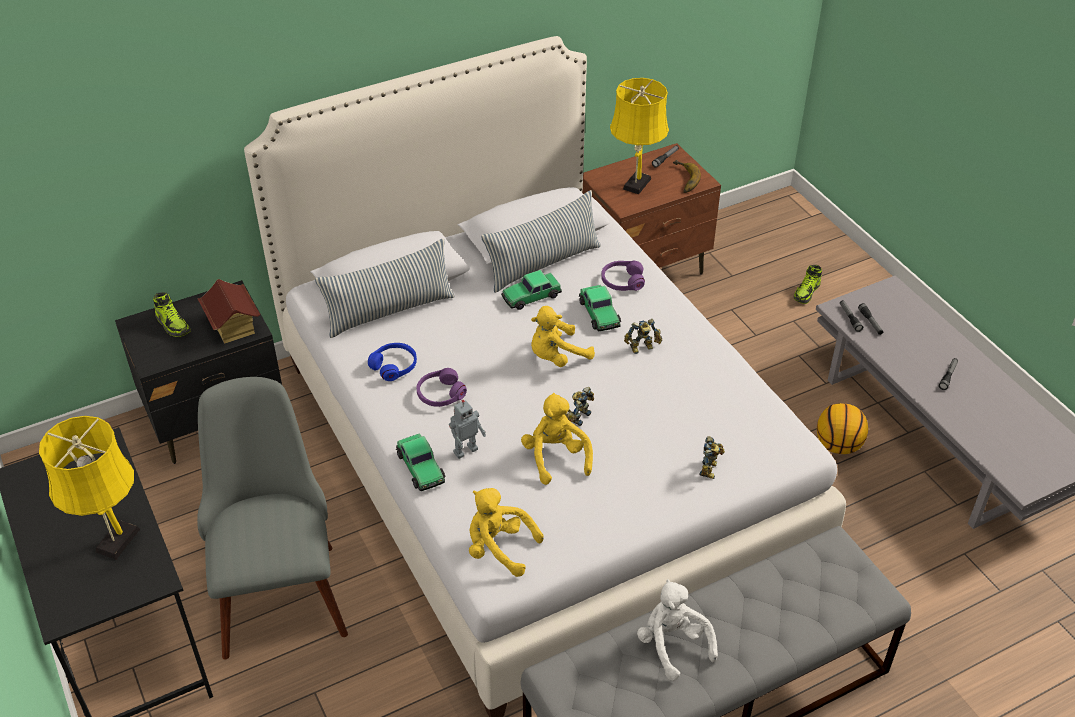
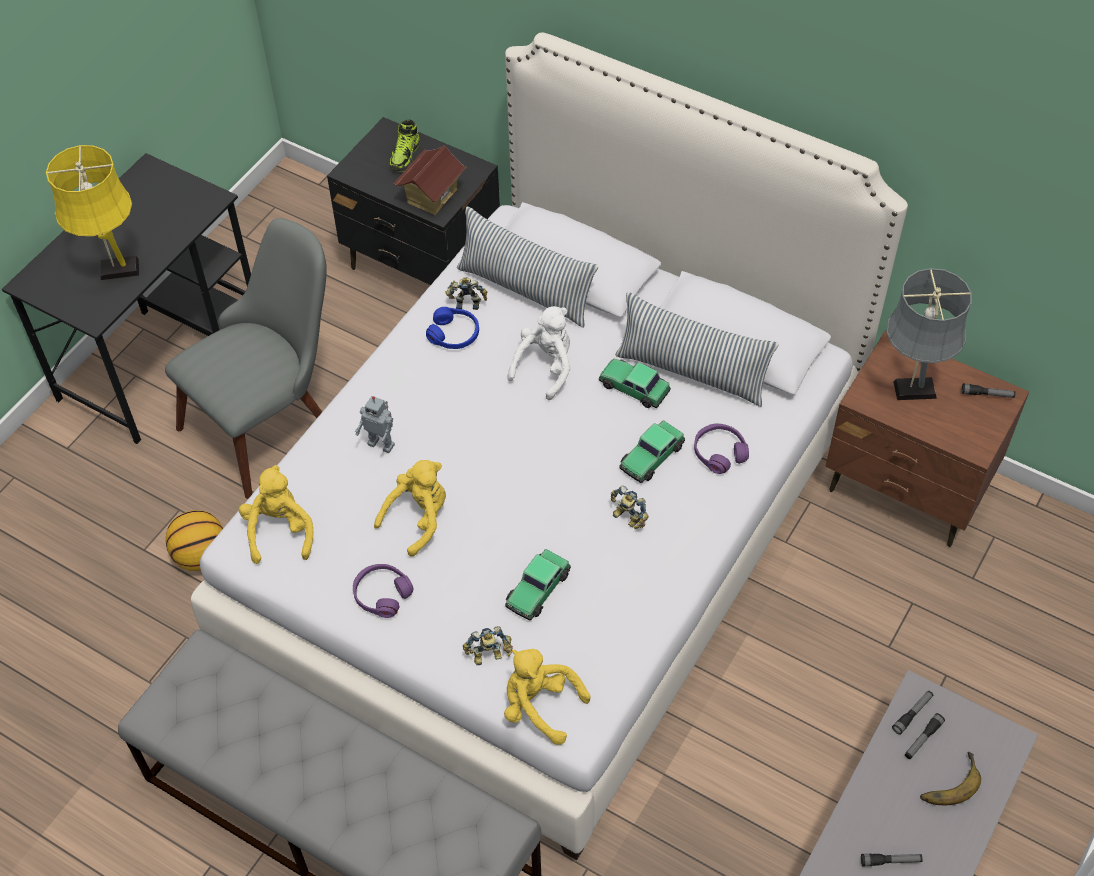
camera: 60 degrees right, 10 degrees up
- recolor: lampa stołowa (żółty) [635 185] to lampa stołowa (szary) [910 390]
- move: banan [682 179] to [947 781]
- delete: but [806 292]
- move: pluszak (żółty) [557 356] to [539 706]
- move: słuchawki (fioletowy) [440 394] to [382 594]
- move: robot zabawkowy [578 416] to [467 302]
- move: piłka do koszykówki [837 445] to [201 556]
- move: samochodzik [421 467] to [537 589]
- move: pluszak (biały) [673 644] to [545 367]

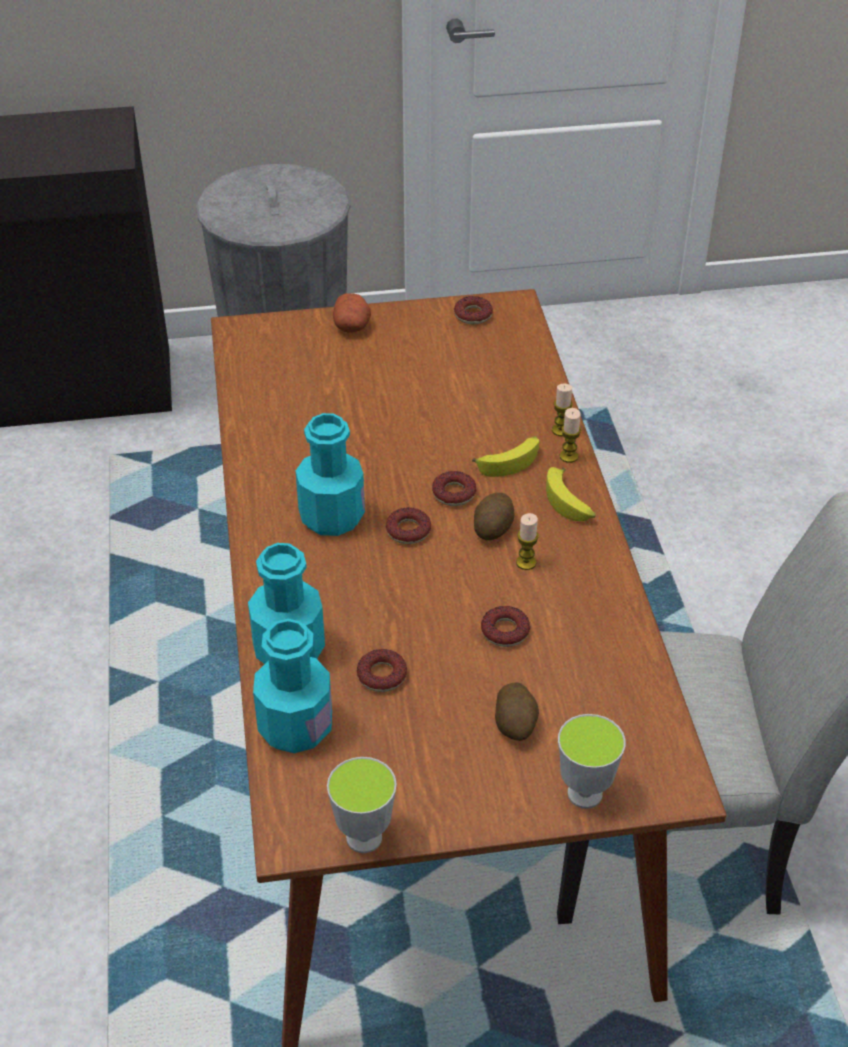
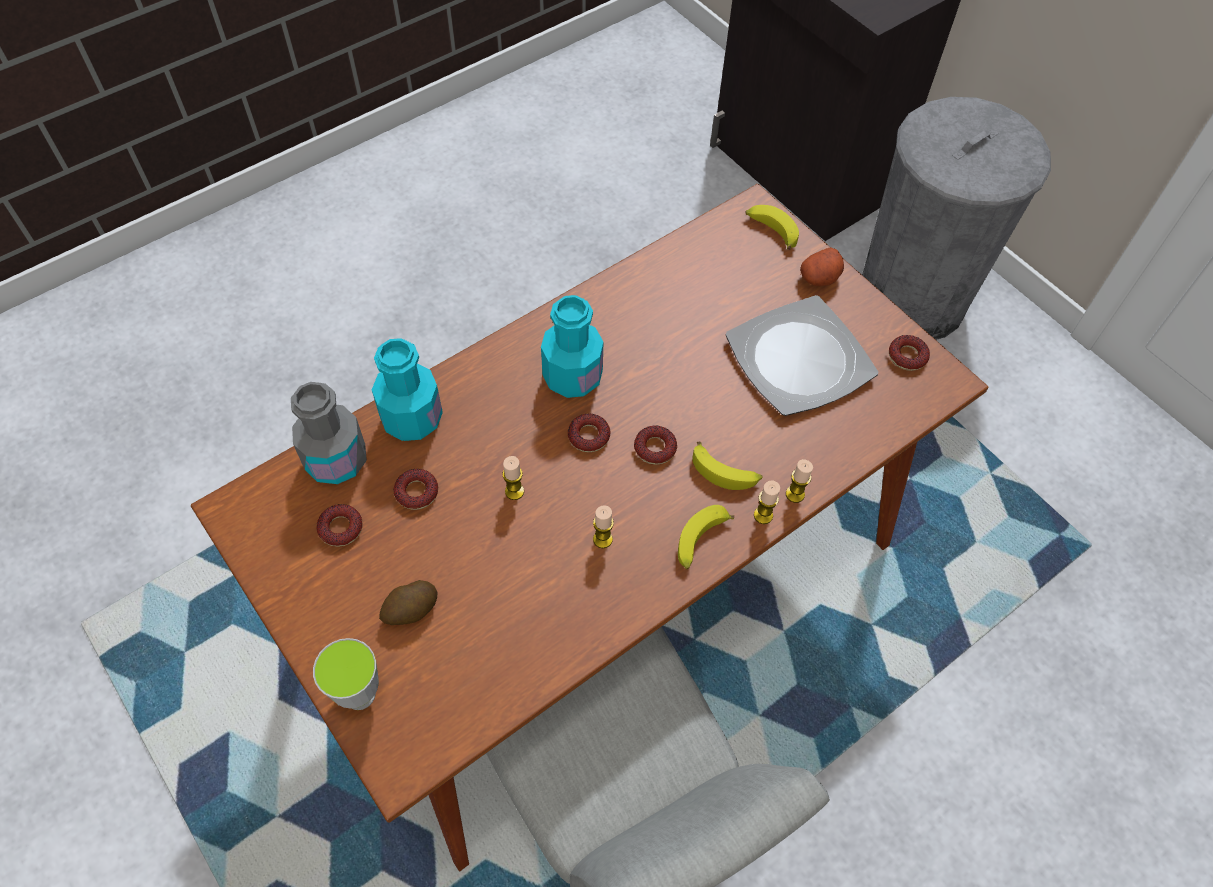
camera: 60 degrees right, 15 degrees up
- delete: ziemniak [493 528]
- move: donut [505 631] to [341 528]
- recolor: butelka (turkusowy) [295 727] to butelka (szary) [336 460]
- delete: filiżanka [364 838]
- insert: banan [771 231]
- insert: talerz [800 360]
- insert: świeca [514 491]

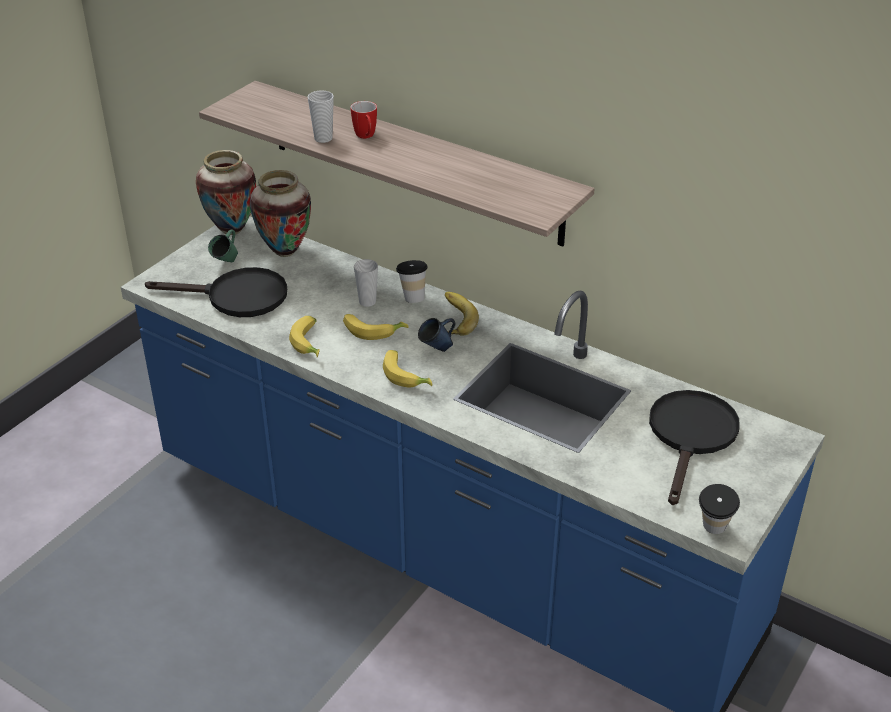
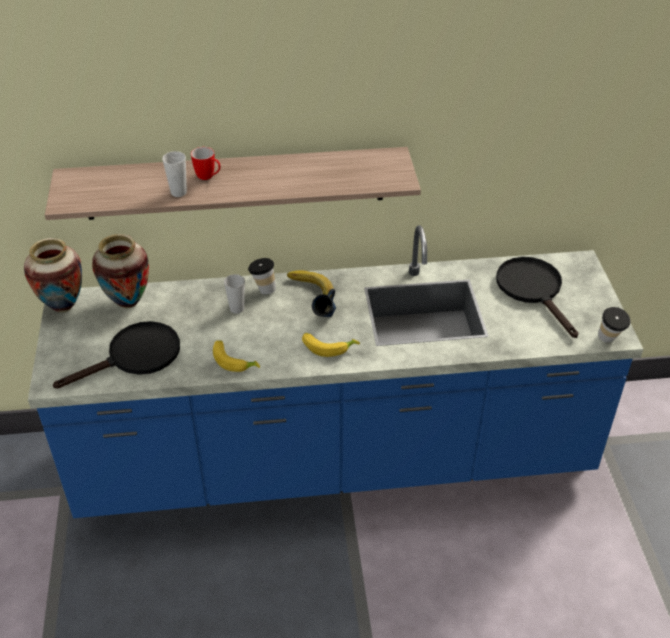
camera: 40 degrees left, 5 degrees up
- delete: kubek (zielony) [226 263]
- delete: banan [373 330]

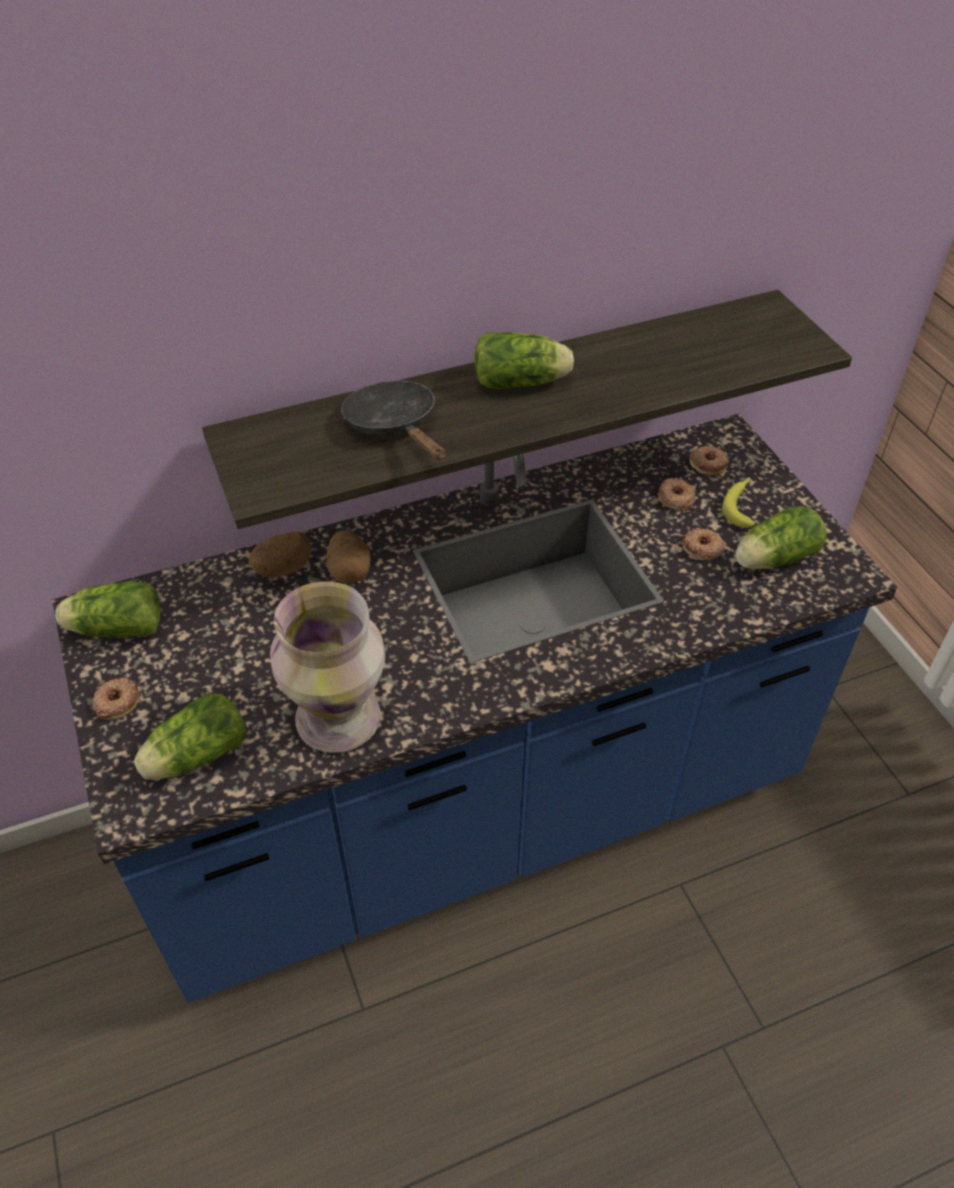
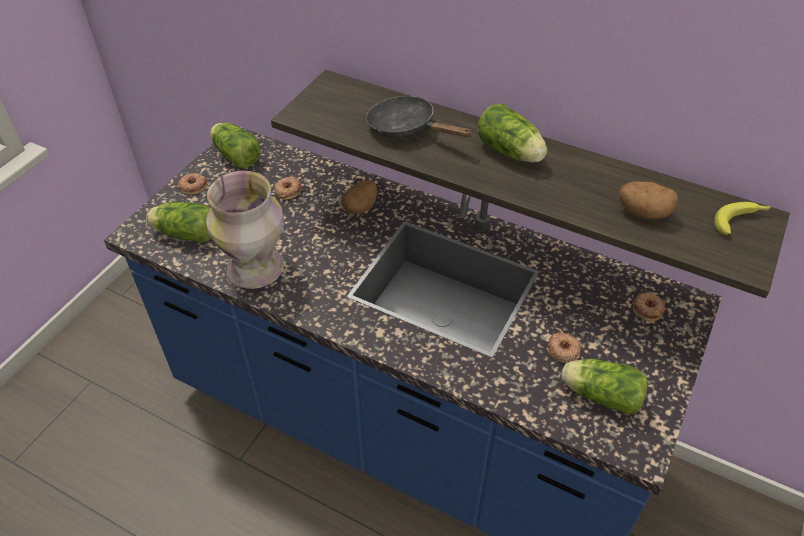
camera: 50 degrees right, 0 degrees up
- rotate: patelnia (czarny) [395 426] = [407 128] 75 degrees counterclockwise
- move: banan [741 505] to [740 221]
- move: donut [675 498] to [288 190]
- move: ziemniak [283 569] to [643 212]

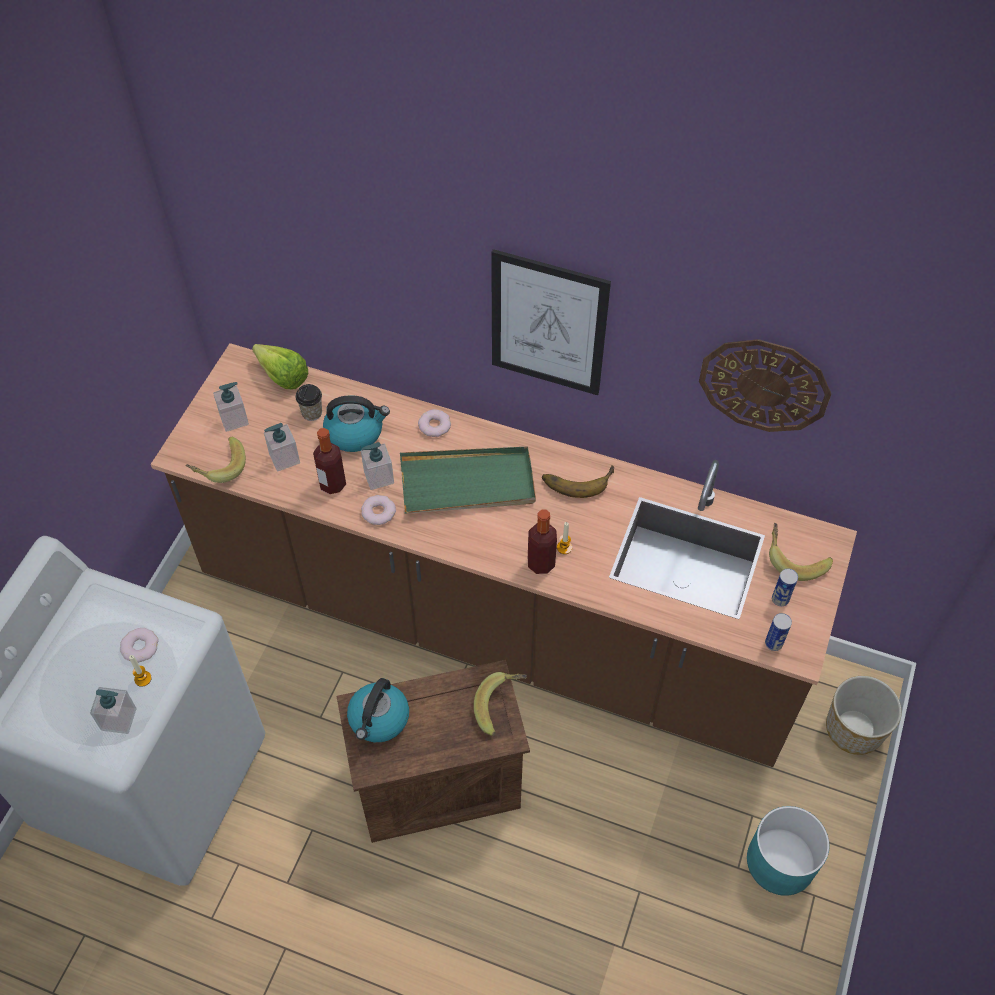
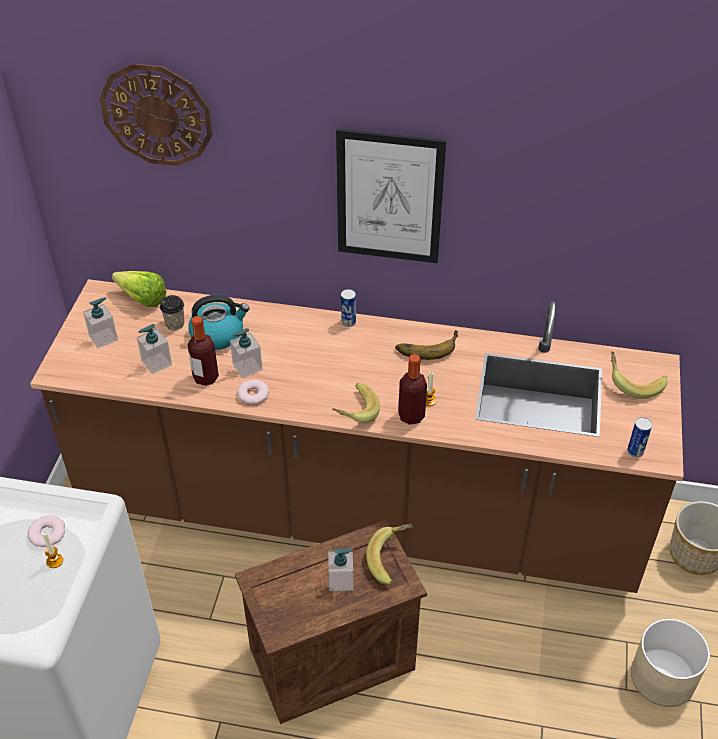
camera: 10 degrees left, 10 degrees down
- move: zegar ścienny [764 385] to [157 115]
- delete: donut [434 425]
- move: banan [218 467] to [353 412]
- delete: taca (zielony) [468 483]
- move: puszka [780 599] to [348 322]
- delete: czajnik [379 719]
- move: dozownik mydła [119 719] to [341 580]
- recolor: donica (turkusowy) [781 861] to donica (beżowy) [663 677]

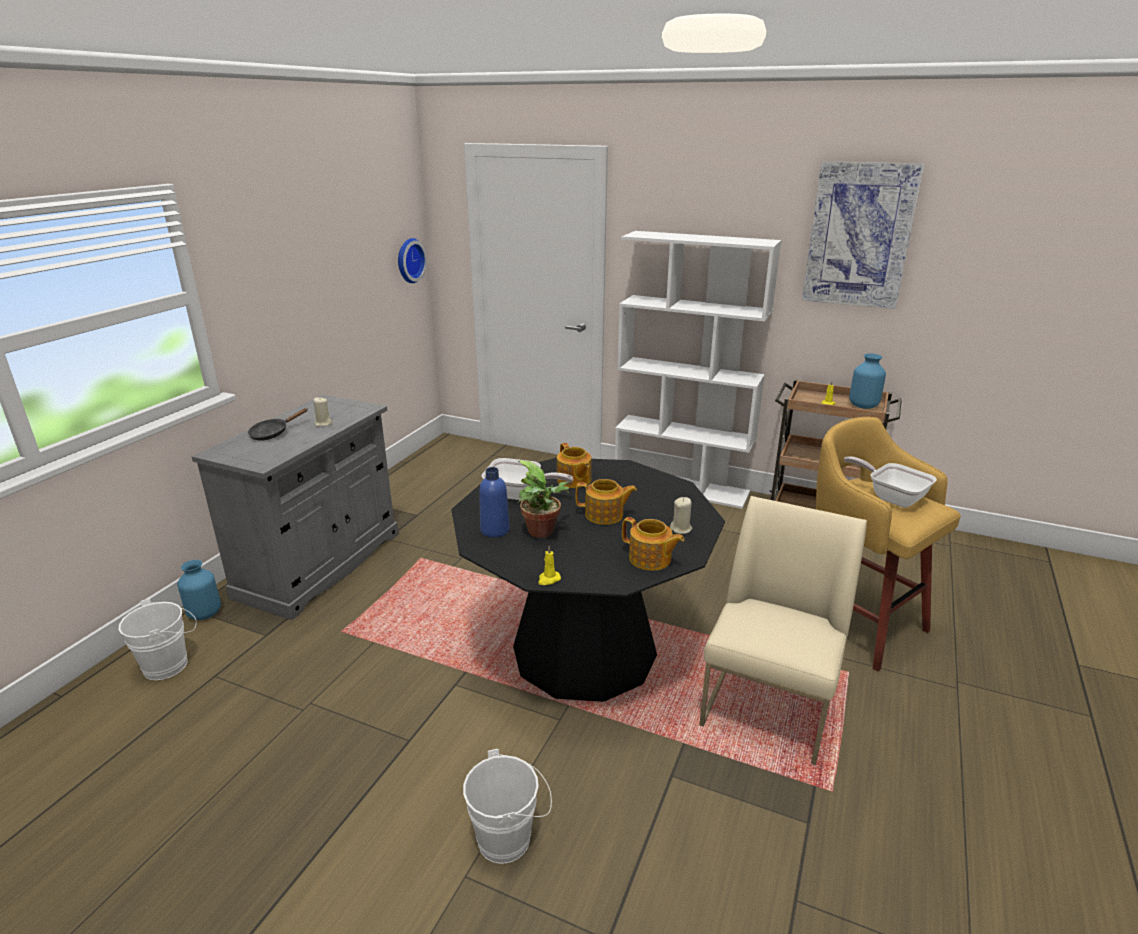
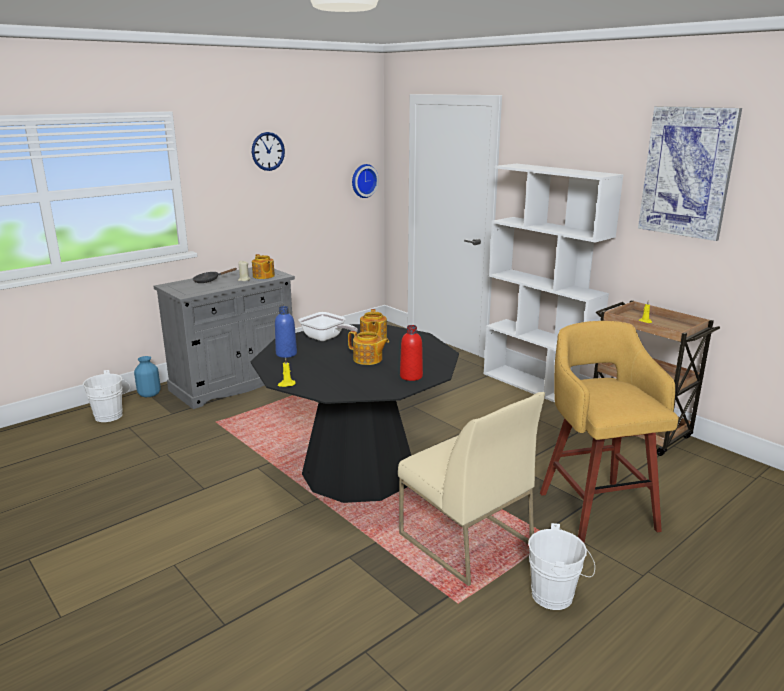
camera: 25 degrees right, 5 degrees down
- delete: wazon (niebieski) [864 406]
- delete: patelnia [891 497]
- delete: roślina doniczkowa [543 532]
- rotate: krzesło (beżowy) [770 705] = [464 539] 90 degrees clockwise
- replace: świeca (beżowy) [681 529] to butelka (czerwony) [411 376]
- move: imbryk [650 559] to [263 276]
- move: wiadro (biały) [510 838] to [557 596]
- insert: zegar ścienny [268 151]

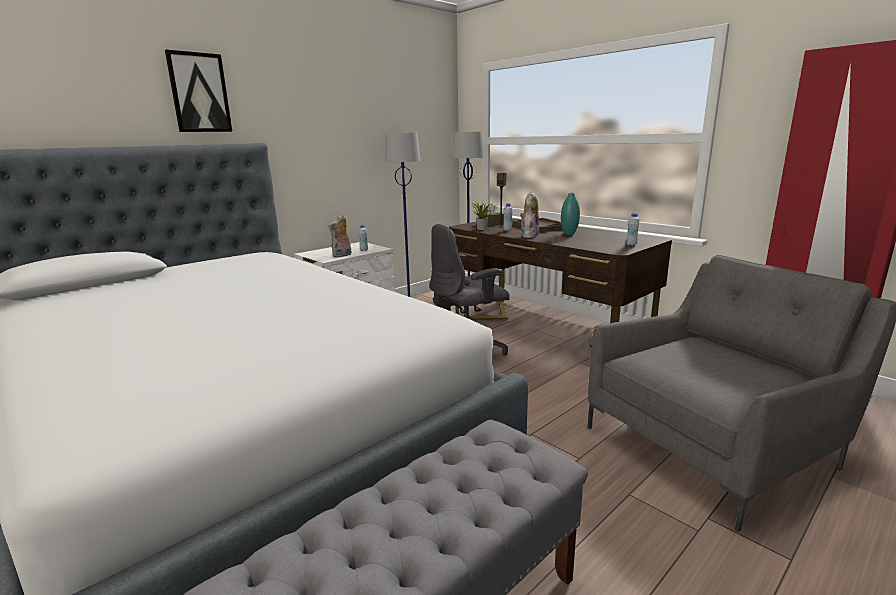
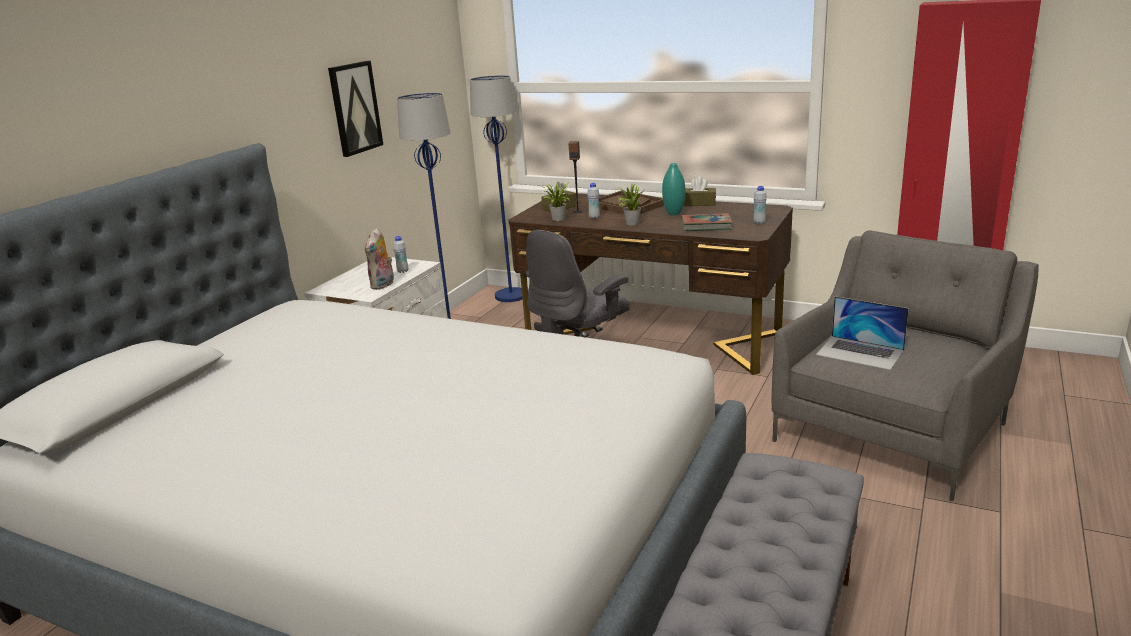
camera: 20 degrees left, 5 degrees up
- move: obraz [199 93] to [354 108]
- replace: pluszak [529 236] to roślina doniczkowa [630 223]
- insert: pudełko chusteczek (brązowy) [699 203]
- insert: książka [706 226]
- insert: laptop [860 352]

